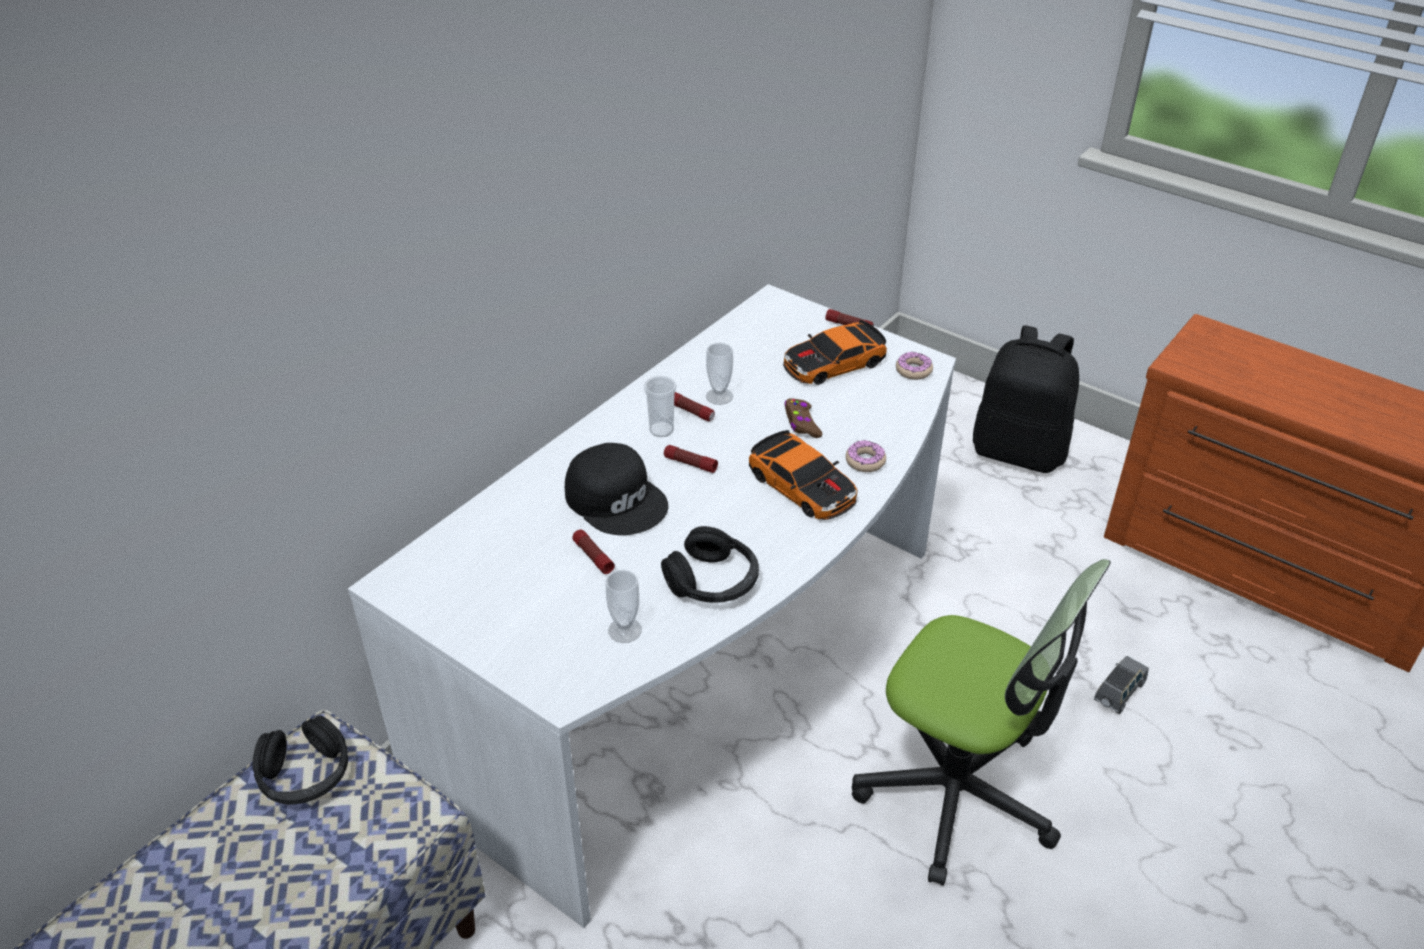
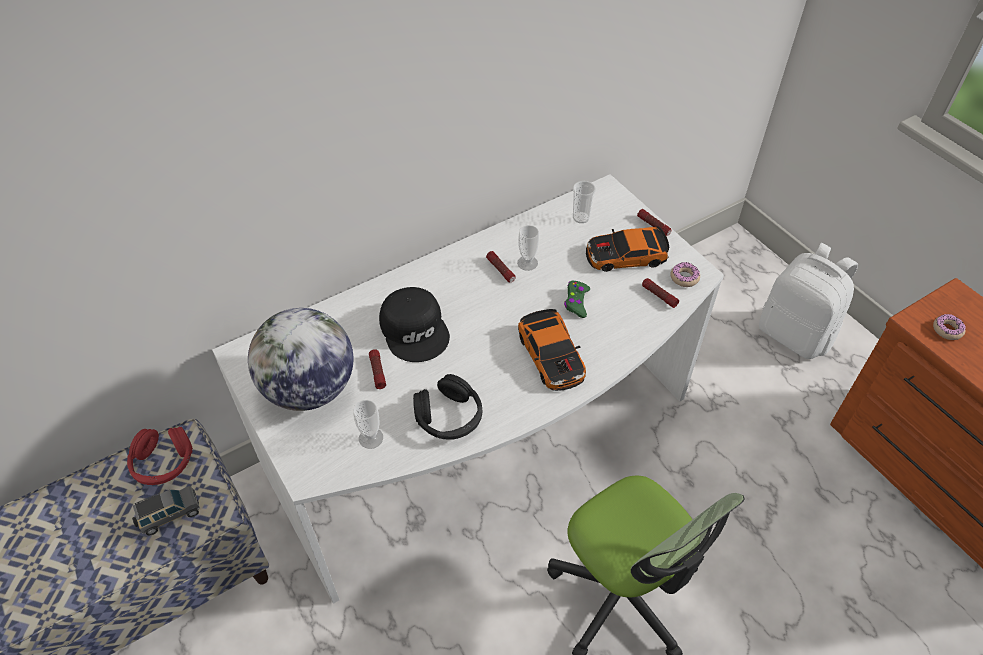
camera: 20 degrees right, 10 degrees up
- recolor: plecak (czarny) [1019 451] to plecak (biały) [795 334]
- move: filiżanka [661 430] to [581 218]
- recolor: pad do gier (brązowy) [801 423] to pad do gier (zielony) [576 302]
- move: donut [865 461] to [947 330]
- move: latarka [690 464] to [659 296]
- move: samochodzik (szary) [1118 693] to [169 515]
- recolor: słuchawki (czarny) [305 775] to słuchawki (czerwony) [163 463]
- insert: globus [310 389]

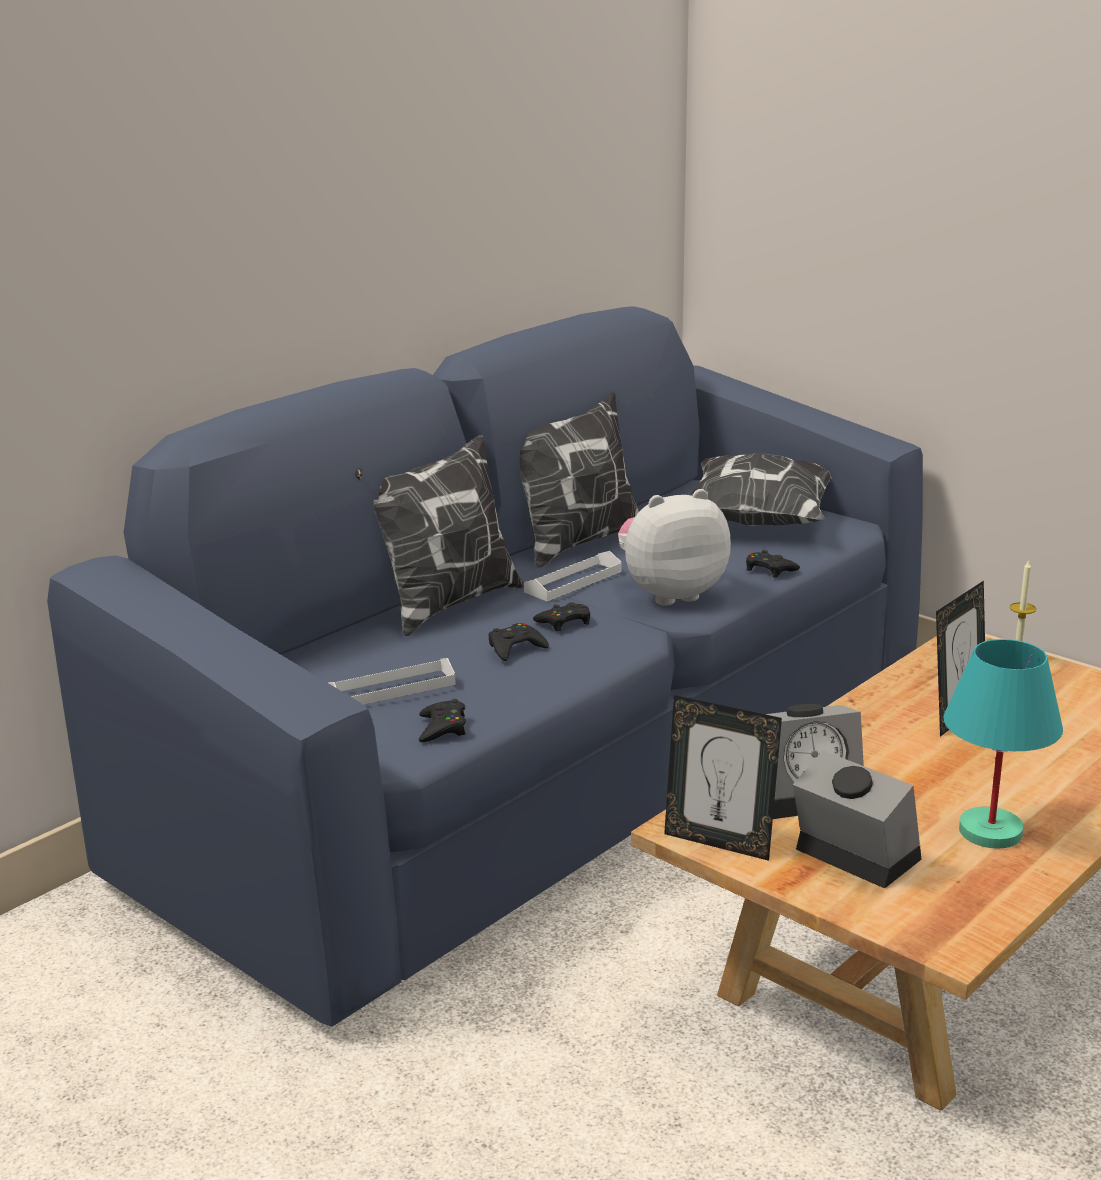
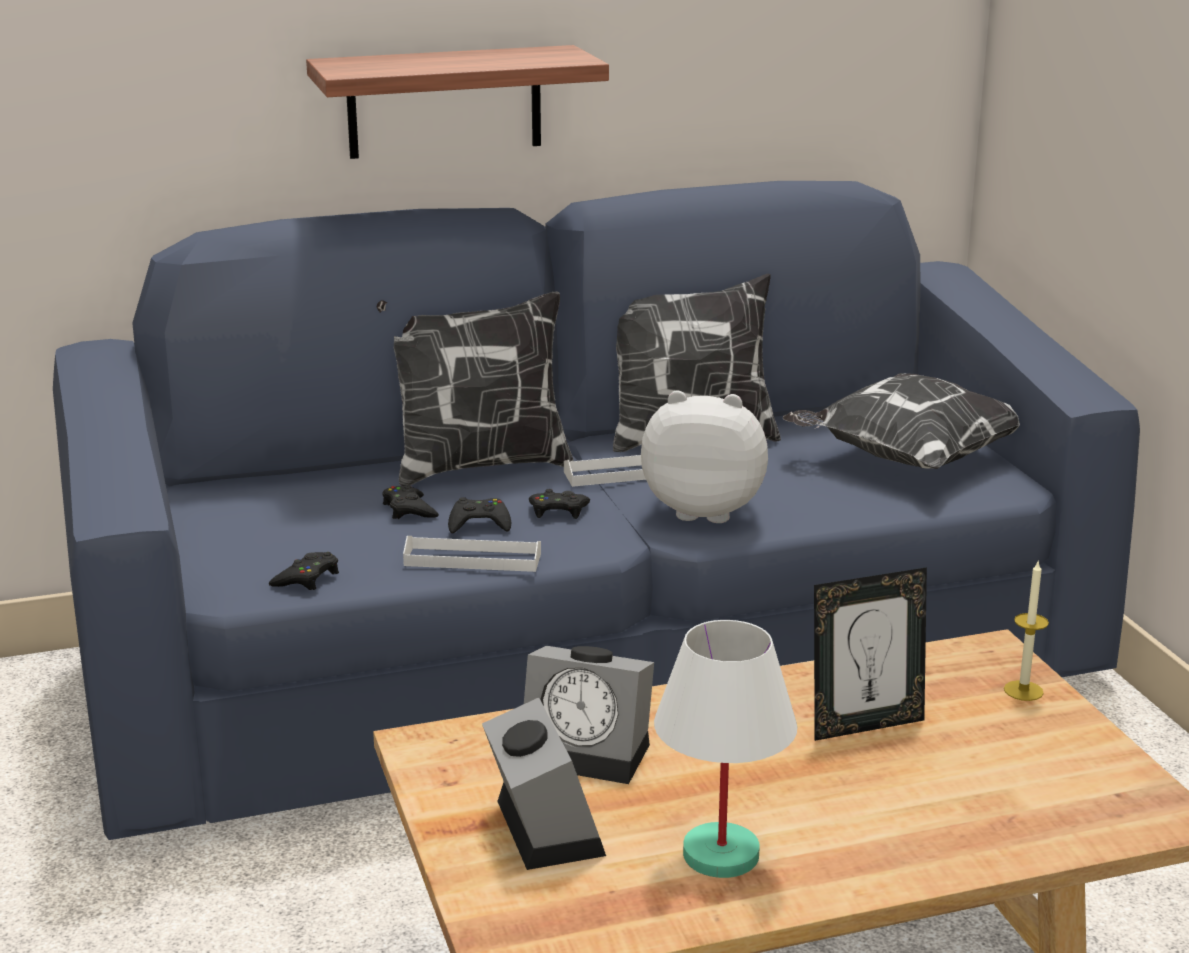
camera: 30 degrees right, 0 degrees up
- move: pad do gier (czarny) [769 569] to [409 509]
- recolor: lampa stołowa (turkusowy) [989 832] to lampa stołowa (biały) [719 855]
- move: taca (biały) [392 689] to [472 559]
- delete: ramka na zdjęcie [719 842]
- insert: półka [444 102]

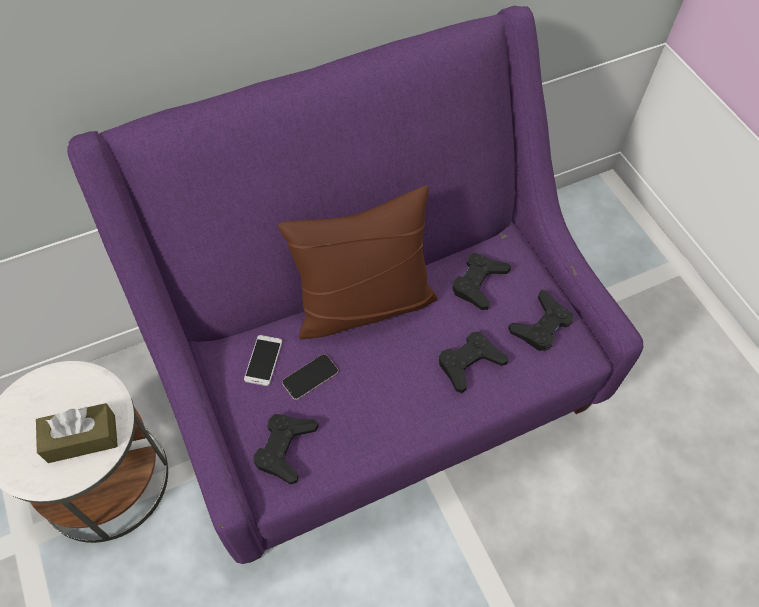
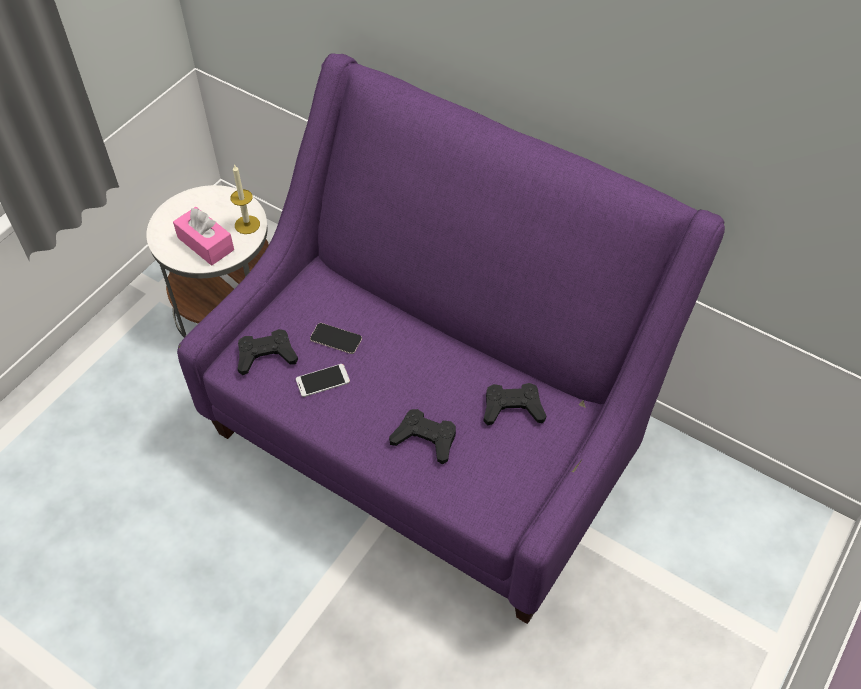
camera: 60 degrees right, 5 degrees down
- delete: poduszka (brązowy) [363 304]
- delete: pad do gier (czarny) [541 325]
- move: telefon [263 360] to [322 380]
- recolor: pudełko chusteczek (brązowy) [82 438] to pudełko chusteczek (różowy) [205 244]
- insert: świeca [247 224]

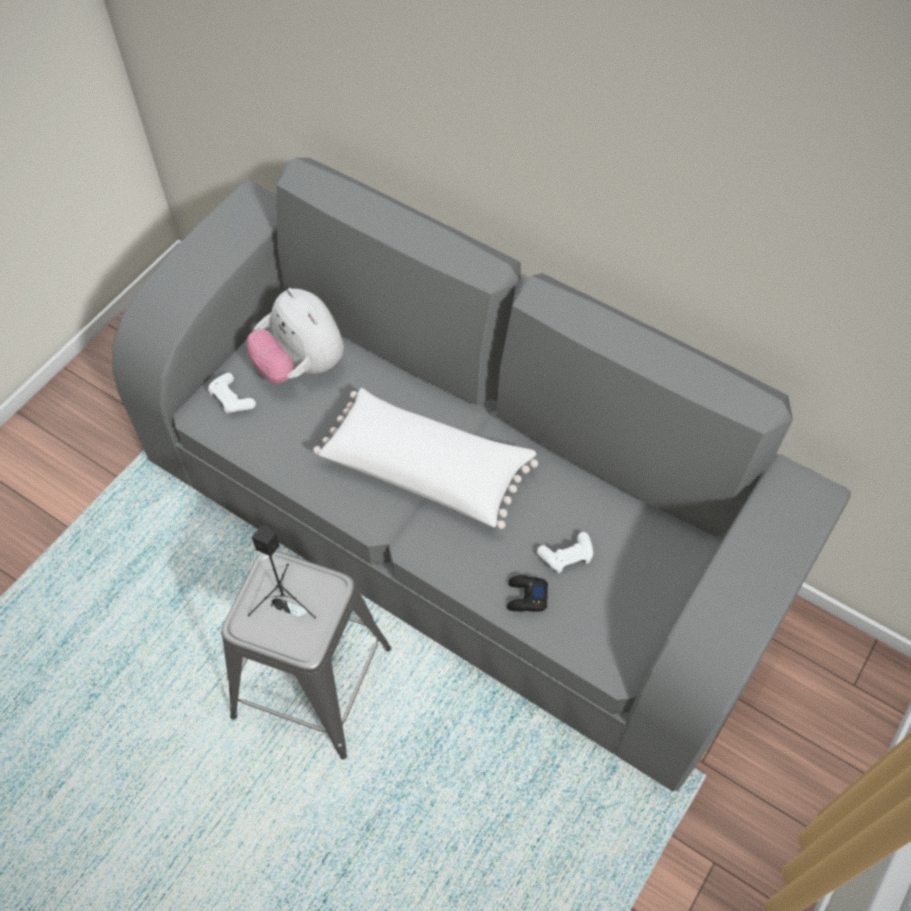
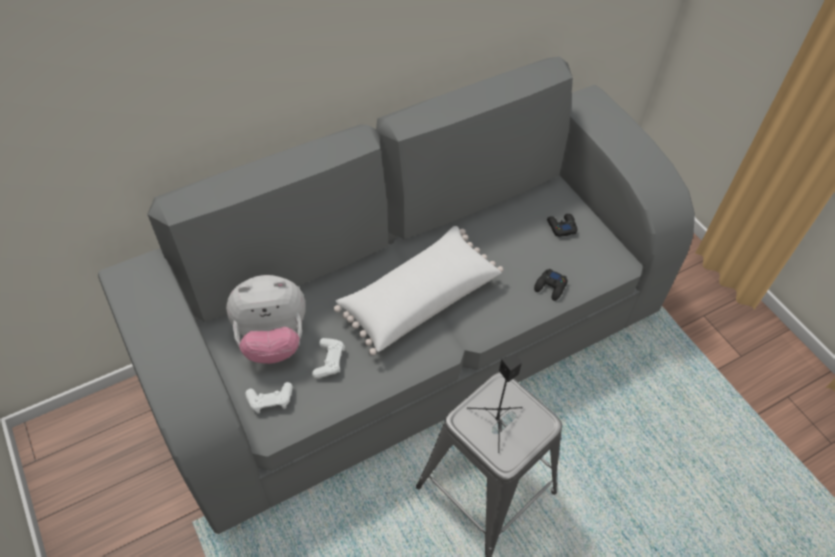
camera: 65 degrees left, 5 degrees down
- move: pad do gier (biały) [566 556] to [329 361]
- insert: pad do gier (czarny) [561 227]

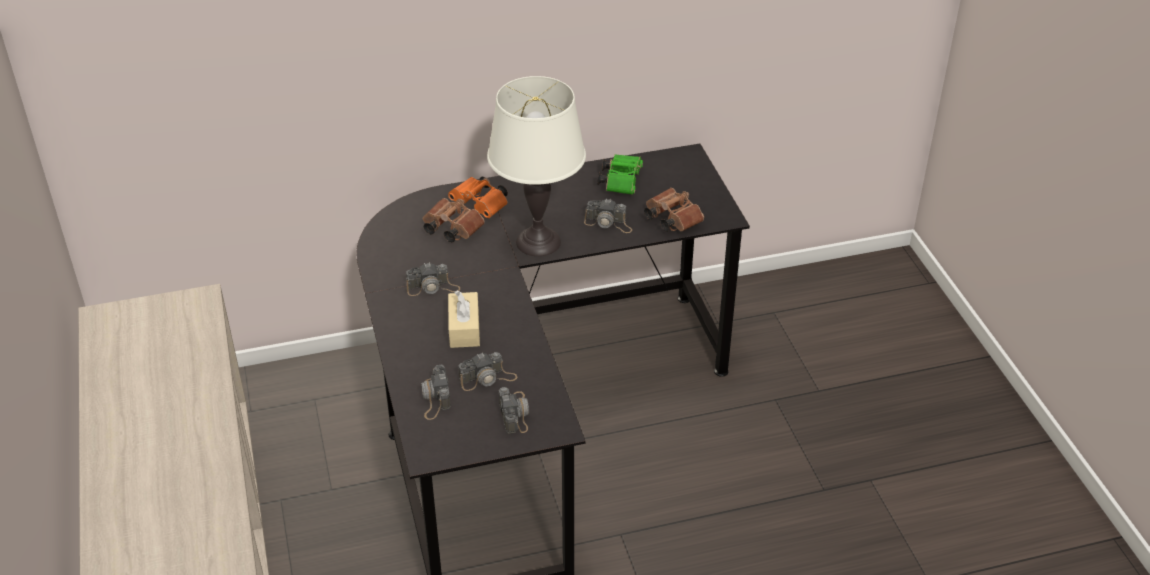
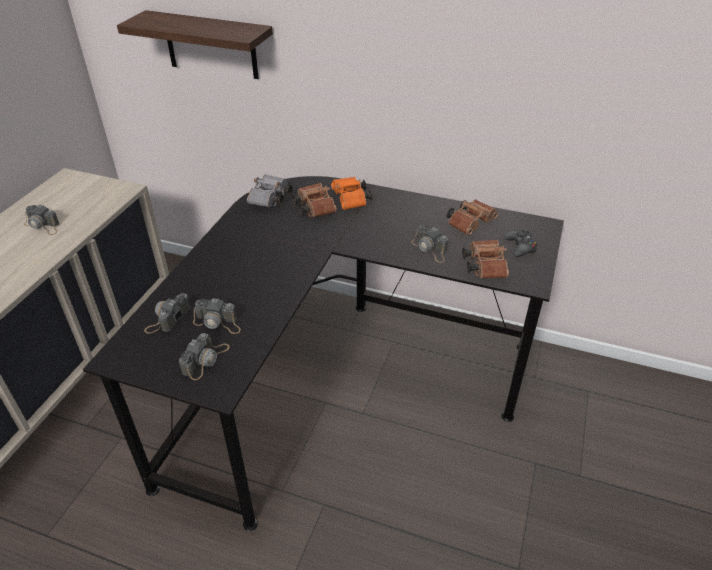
camera: 35 degrees right, 0 degrees up
- delete: lampa stołowa (biały) [538 242]
- recolor: lornetka (zielony) [621 181] to lornetka (brązowy) [471 223]
- move: aparat fotograficzny [433 287] to [43 225]
- delete: pudełko chusteczek (beżowy) [464 328]
- insert: półka [211 45]
- insert: lornetka (szary) [270 200]
- insert: pad do gier (czarny) [520 247]

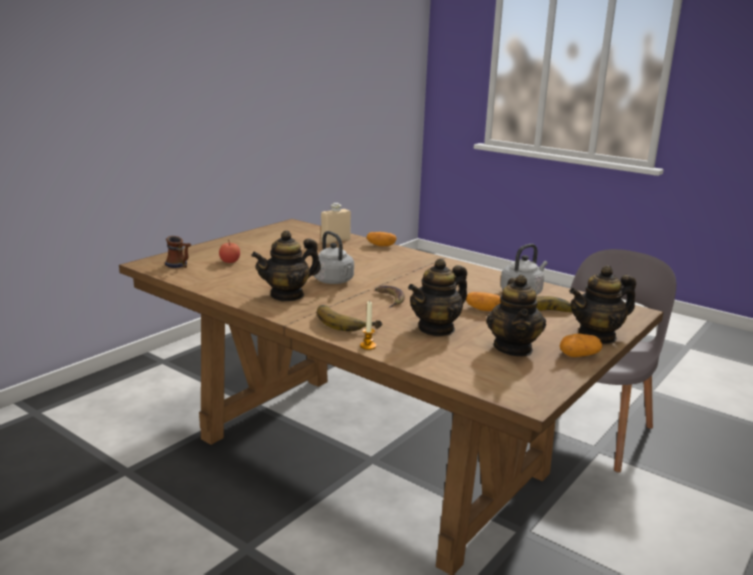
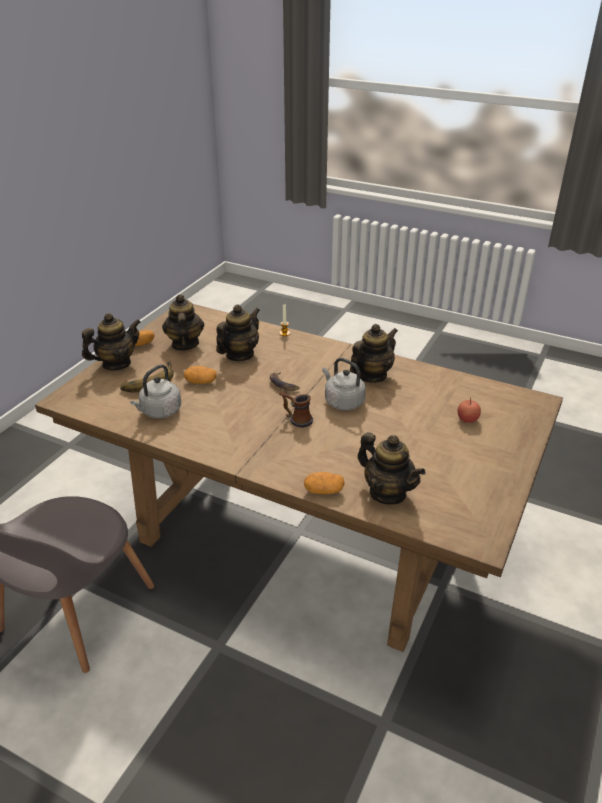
camera: 170 degrees right, 15 degrees up
- replace: butelka (beżowy) [335 241] to imbryk [387 493]
- move: kubek [180 266] to [295 419]
- delete: banan [346 322]

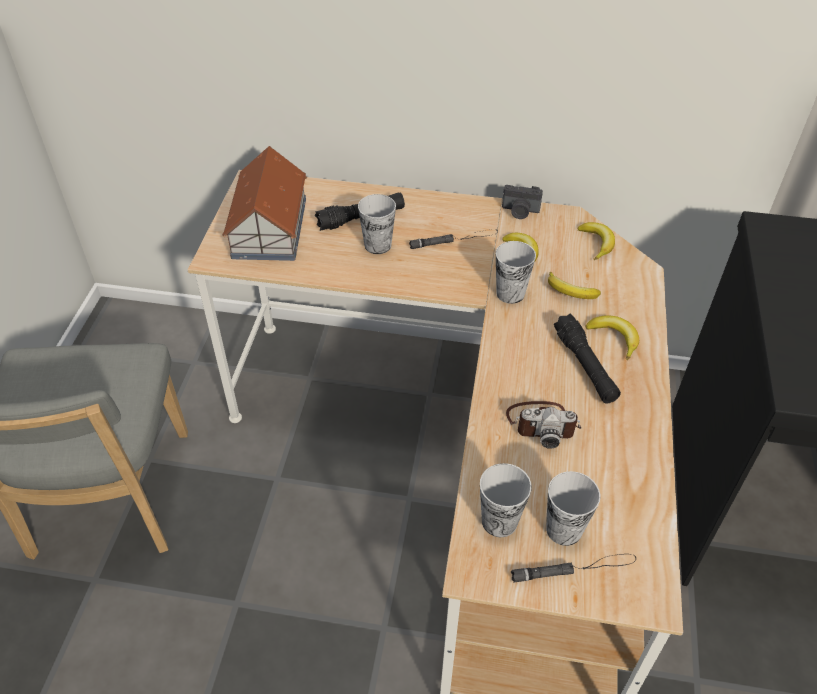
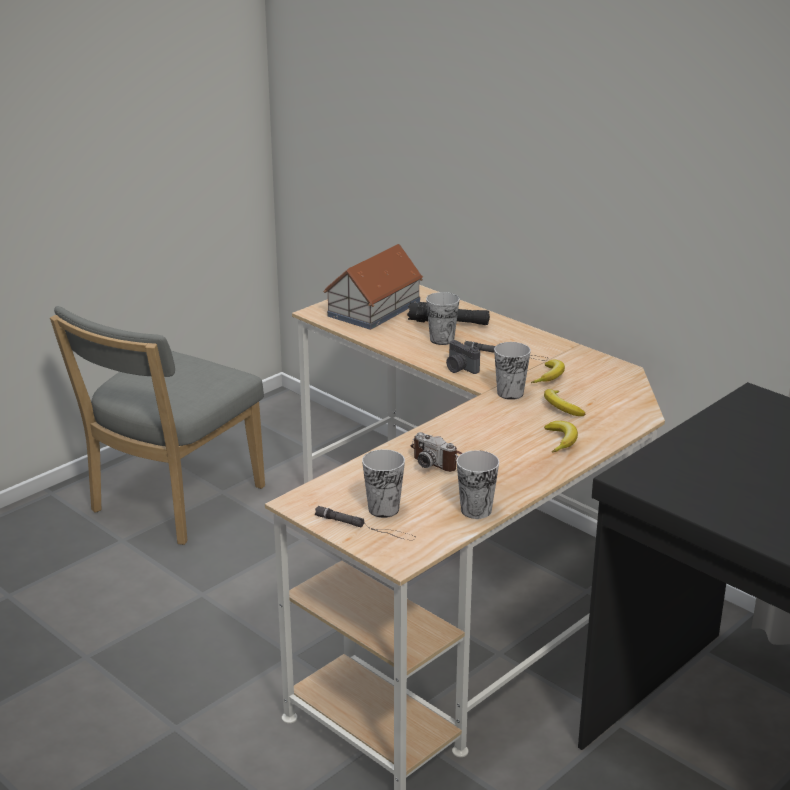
camera: 35 degrees right, 20 degrees down
- move: aparat fotograficzny [520 211] to [460 369]
- delete: banan [596 243]
- delete: latarka (czarny) [585 366]
- move: filiżanka [499 521] to [476 510]

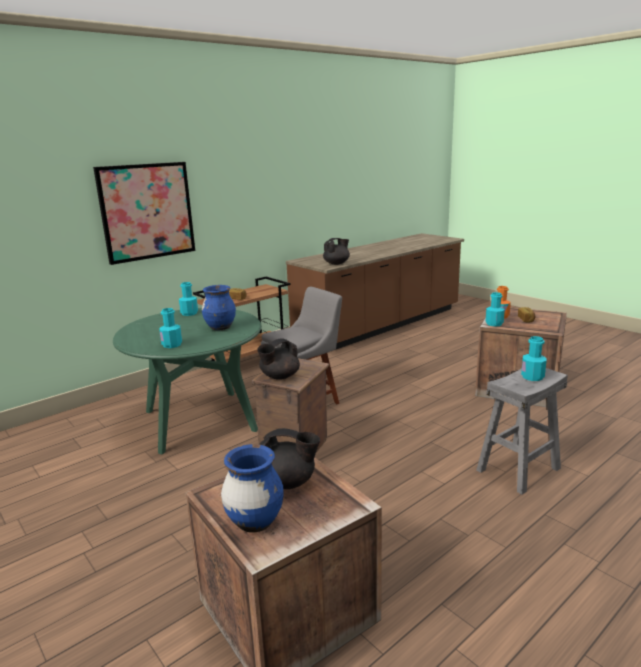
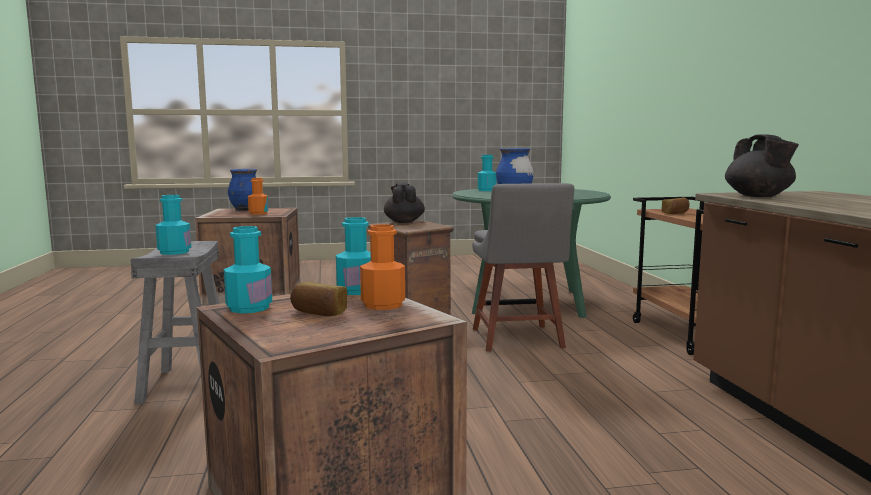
camera: 120 degrees right, 10 degrees down
- delete: obraz [147 211]
- move: butelka (turkusowy) [189 313] to [249 308]
- replace: imbryk (czarny) [288 482] to butelka (pomarańczowy) [258 213]

